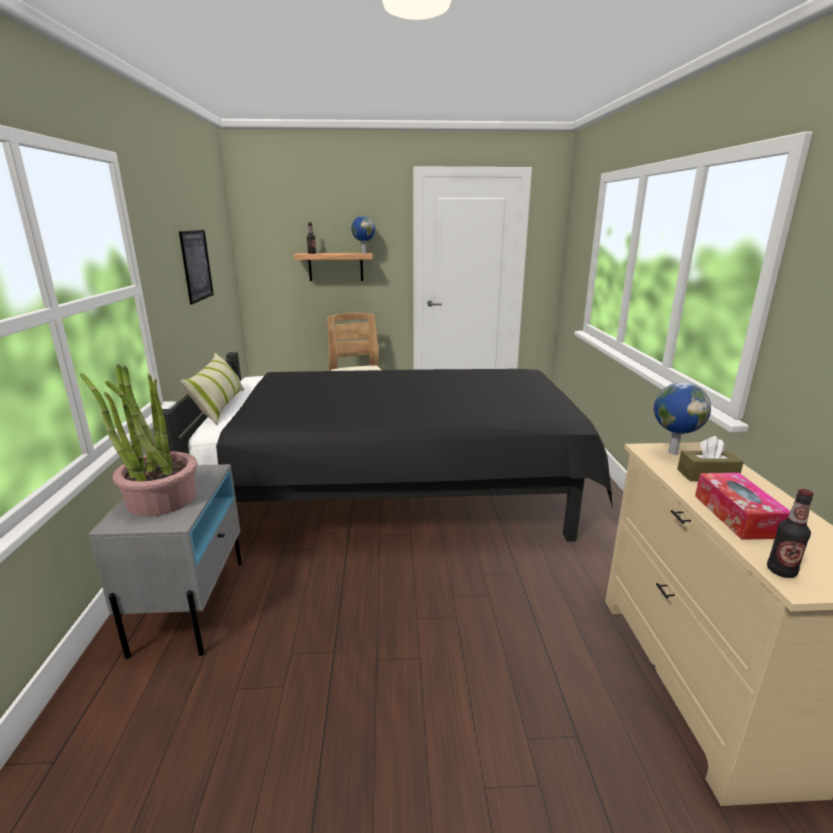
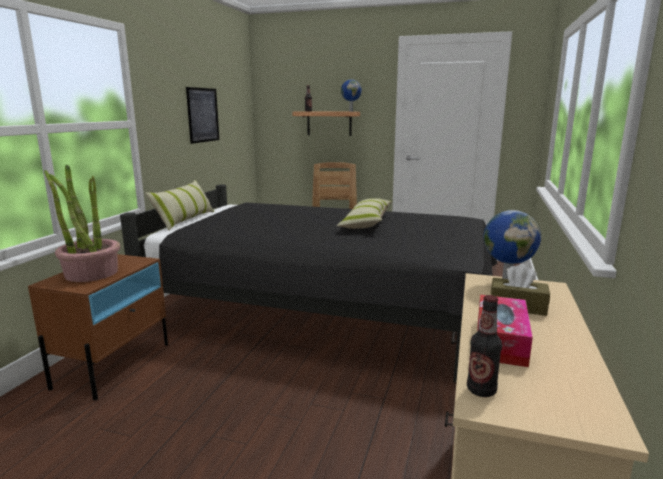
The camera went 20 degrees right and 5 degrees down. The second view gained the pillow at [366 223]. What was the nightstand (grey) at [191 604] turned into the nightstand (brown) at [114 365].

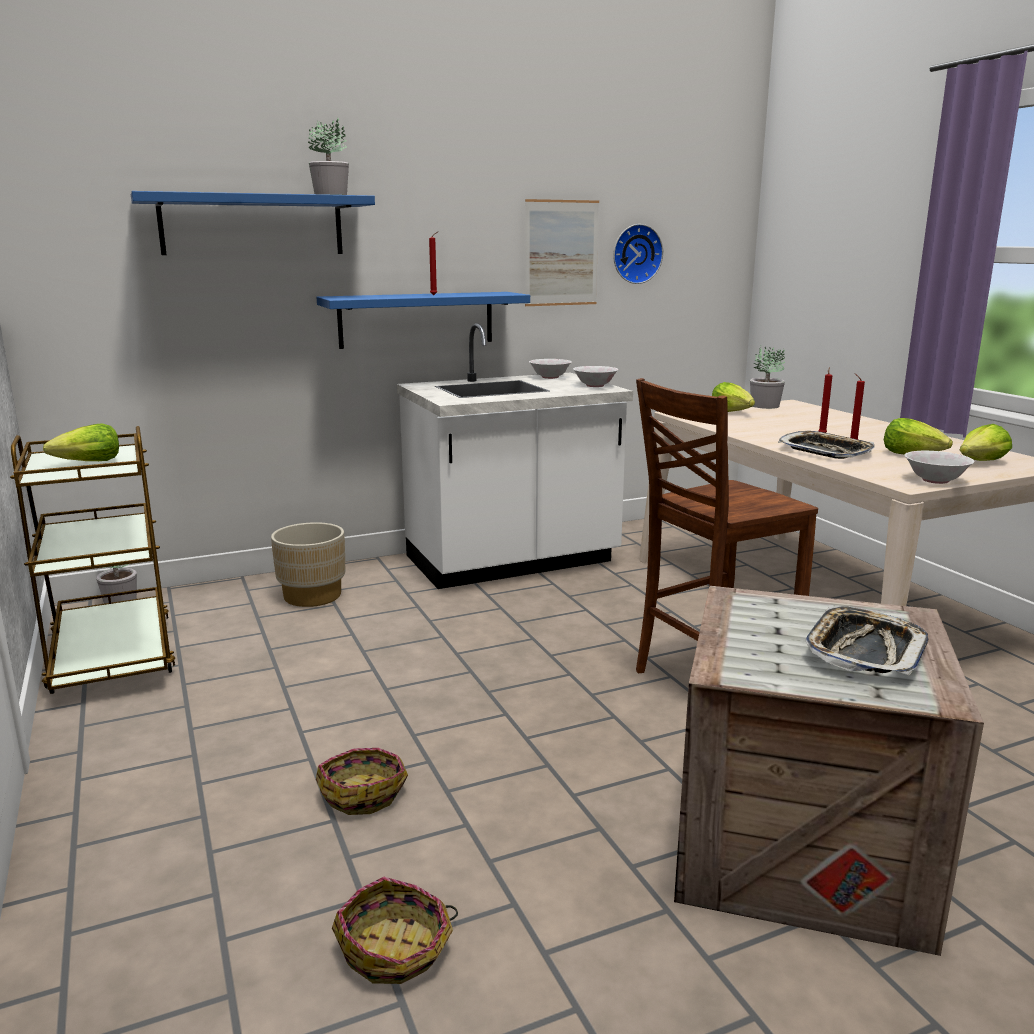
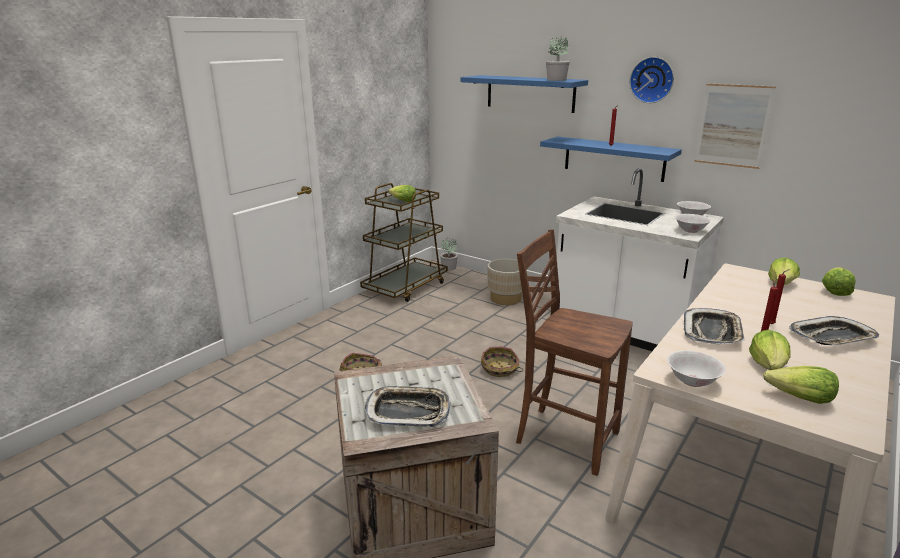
The camera went 60 degrees right and 5 degrees up. The second view gained the tray at [832 337]. The basket ended up elsewhere, having gone from [396 948] to [500 369]. The wall clock ended up elsewhere, having gone from [635 254] to [652 80]. Where the potted plant stood at [765 406], the lettuce came to stand at [835 291].

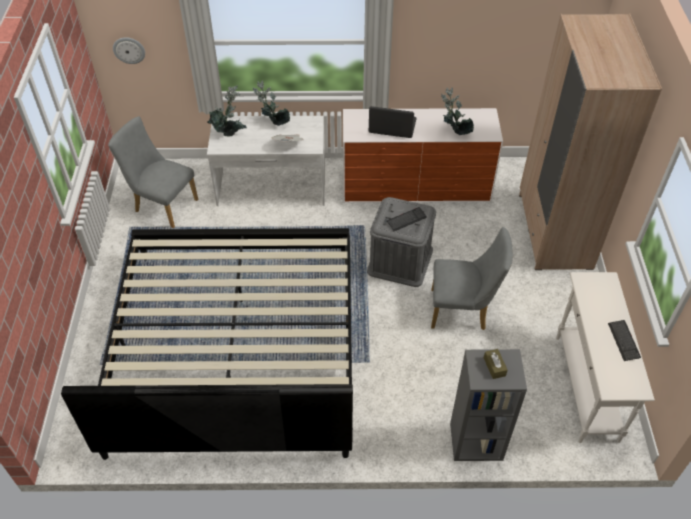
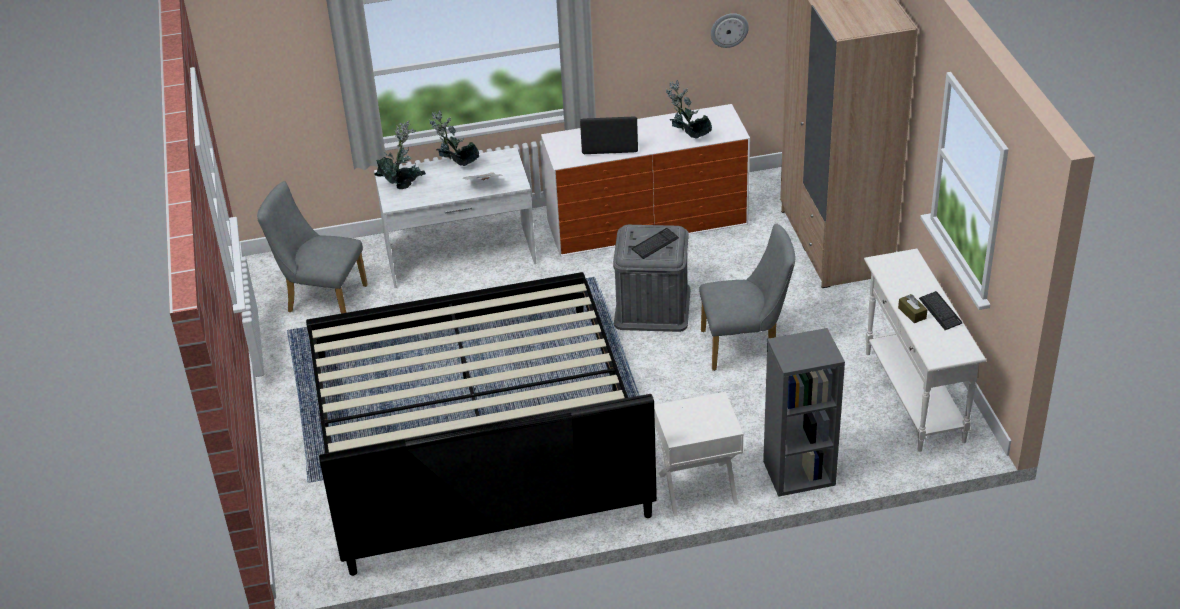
The camera went 10 degrees left and 10 degrees down. The second view gained the nightstand (white) at [698 489]. The wall clock ended up elsewhere, having gone from [129 50] to [729 29]. The tissue box (brown) ended up elsewhere, having gone from [494 367] to [912 313].

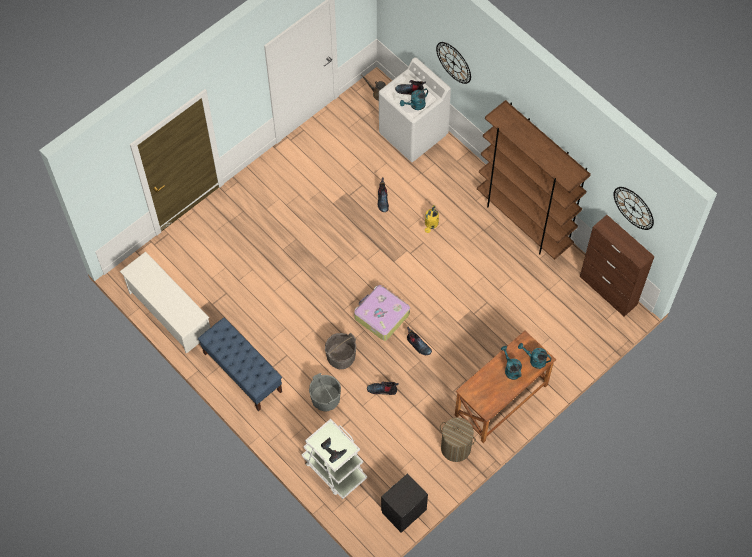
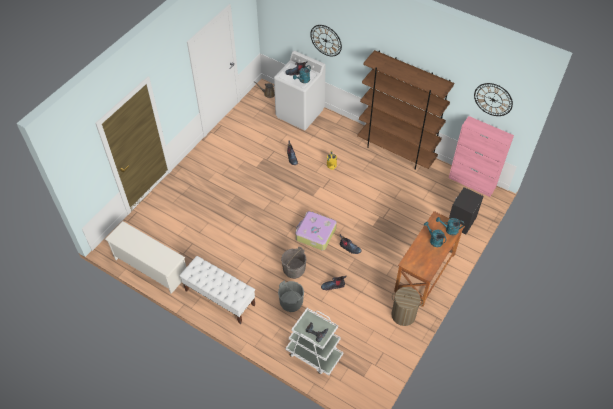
The camera went 15 degrees left and 10 degrees down. The nightstand (black) ended up elsewhere, having gone from [404 511] to [461 221]. What was the bench (blue) at [242 372] turned into the bench (white) at [219 297]. What was the cabinet (brown) at [608 291] turned into the cabinet (pink) at [472 183].

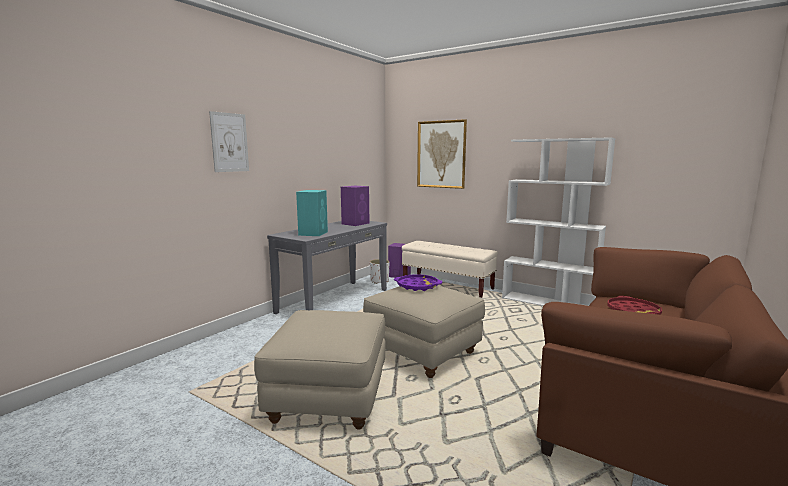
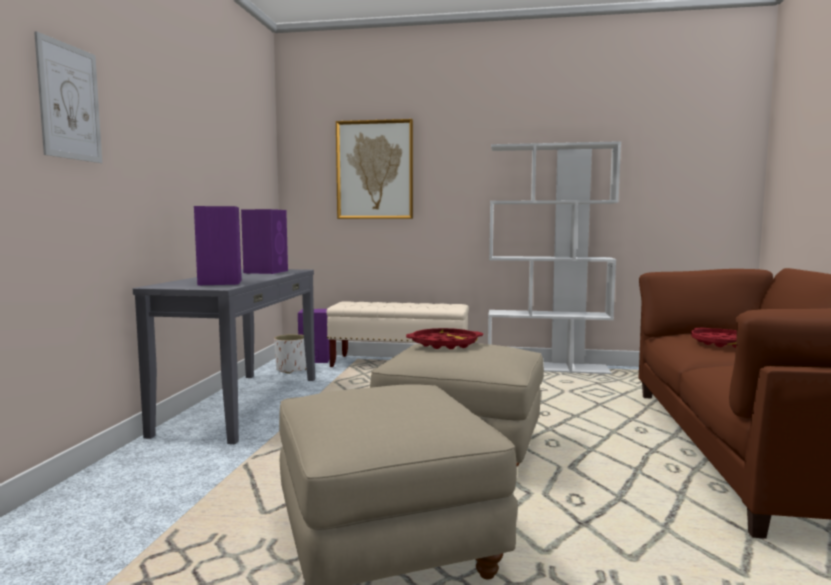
The camera went 25 degrees left and 5 degrees down. What was the speaker (turquoise) at [313 233] turned into the speaker (purple) at [220 282]. What was the tray (purple) at [417 286] turned into the tray (red) at [444 344].

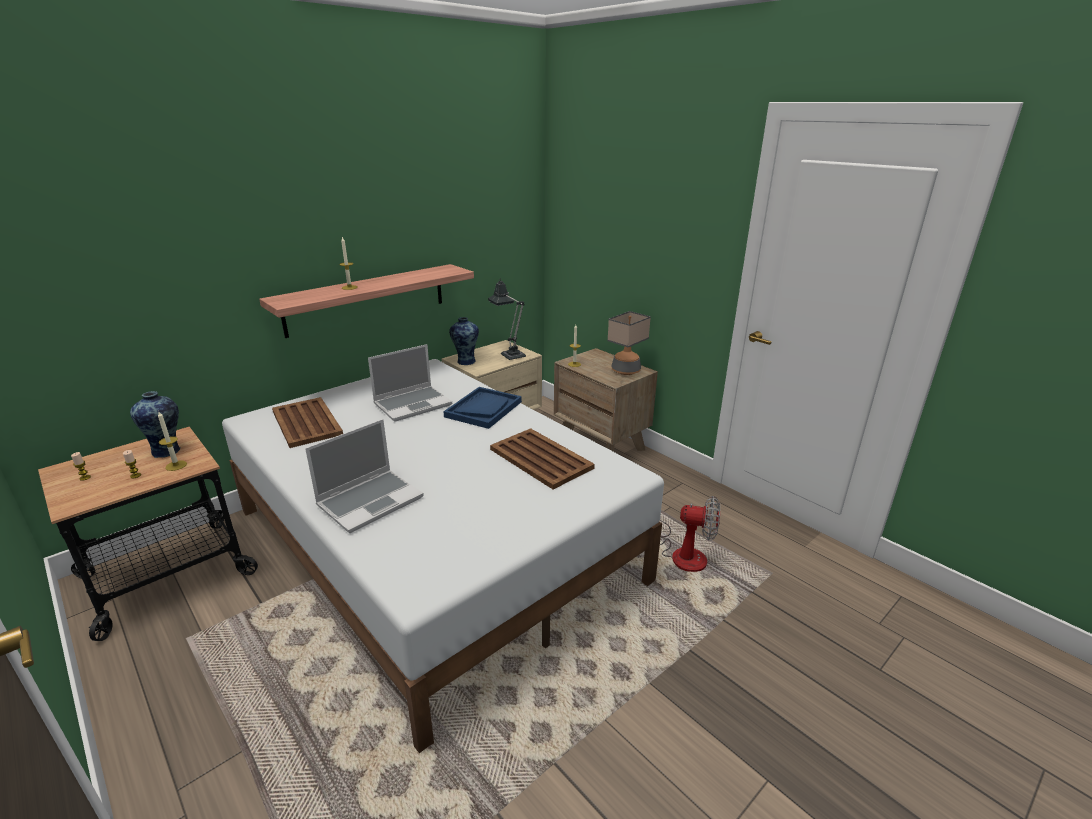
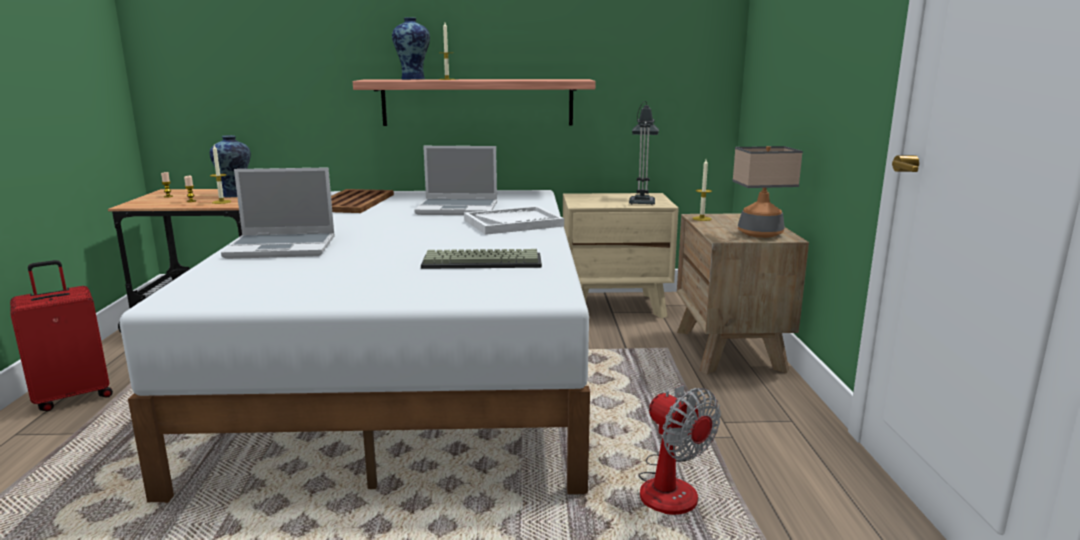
The camera went 40 degrees right and 10 degrees down. The second view gained the suitcase (red) at [73 396]. The vase ended up elsewhere, having gone from [465 361] to [413 79]. Where the tray (brown) stood at [540 458], the keyboard came to stand at [483 261]. What was the tray (blue) at [483 409] turned into the tray (white) at [513 223].

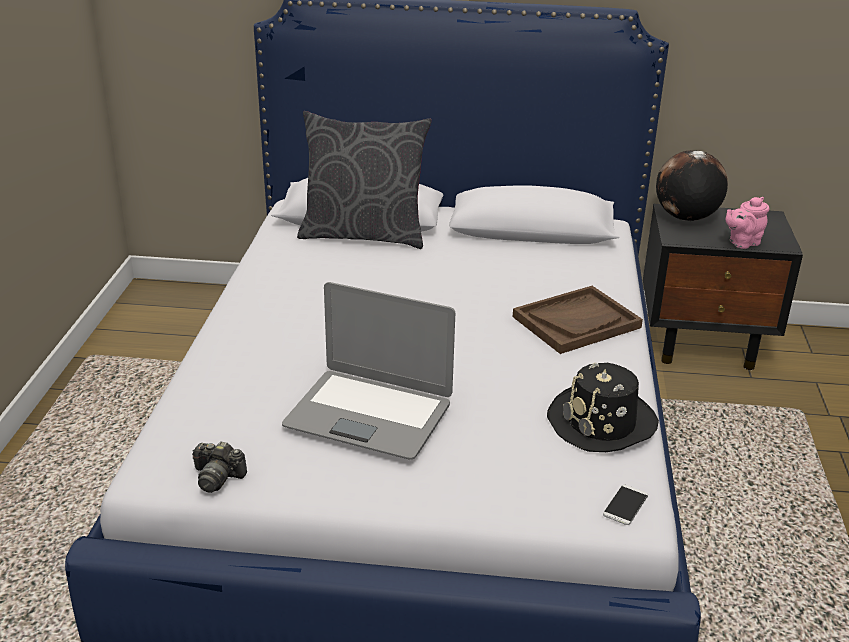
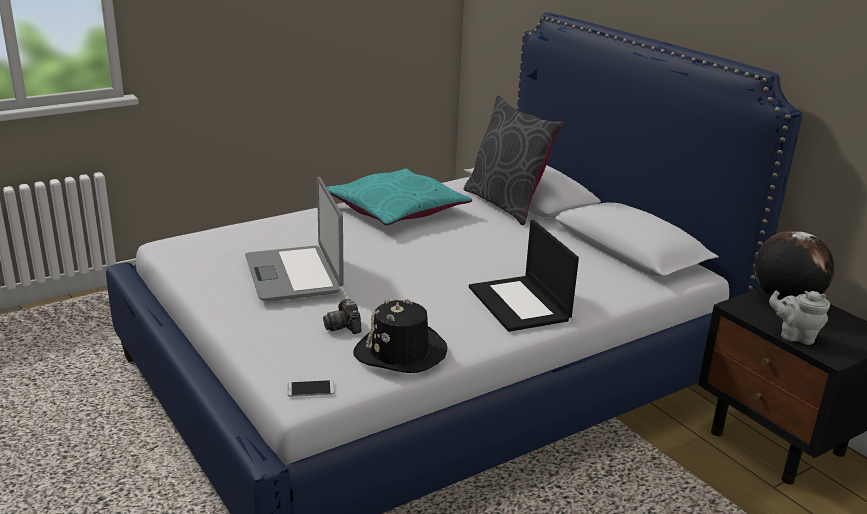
The camera went 50 degrees right and 5 degrees down. The second view gained the pillow (turquoise) at [396 210]. The photo camera ended up elsewhere, having gone from [217 477] to [344 326]. Where the tray (brown) stood at [576 322], the laptop came to stand at [520 304]. What was the teapot (pink) at [742 243] turned into the teapot (grey) at [795 336].

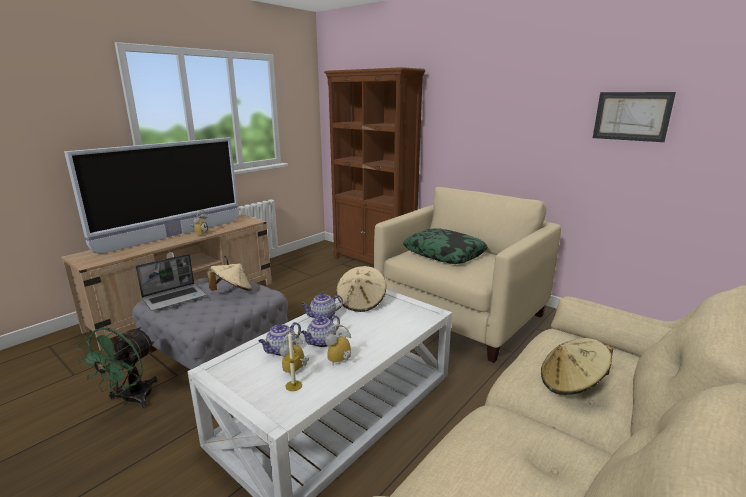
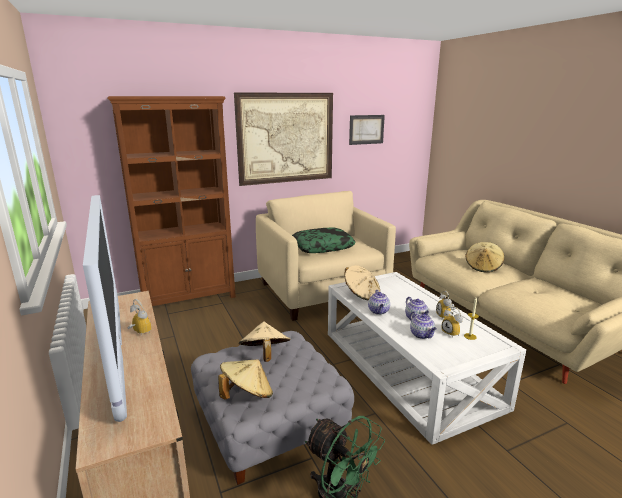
The camera went 65 degrees left and 0 degrees up. The second view gained the picture at [286 138]. Where the laptop stood at [175 298], the hat (beige) came to stand at [247 395].

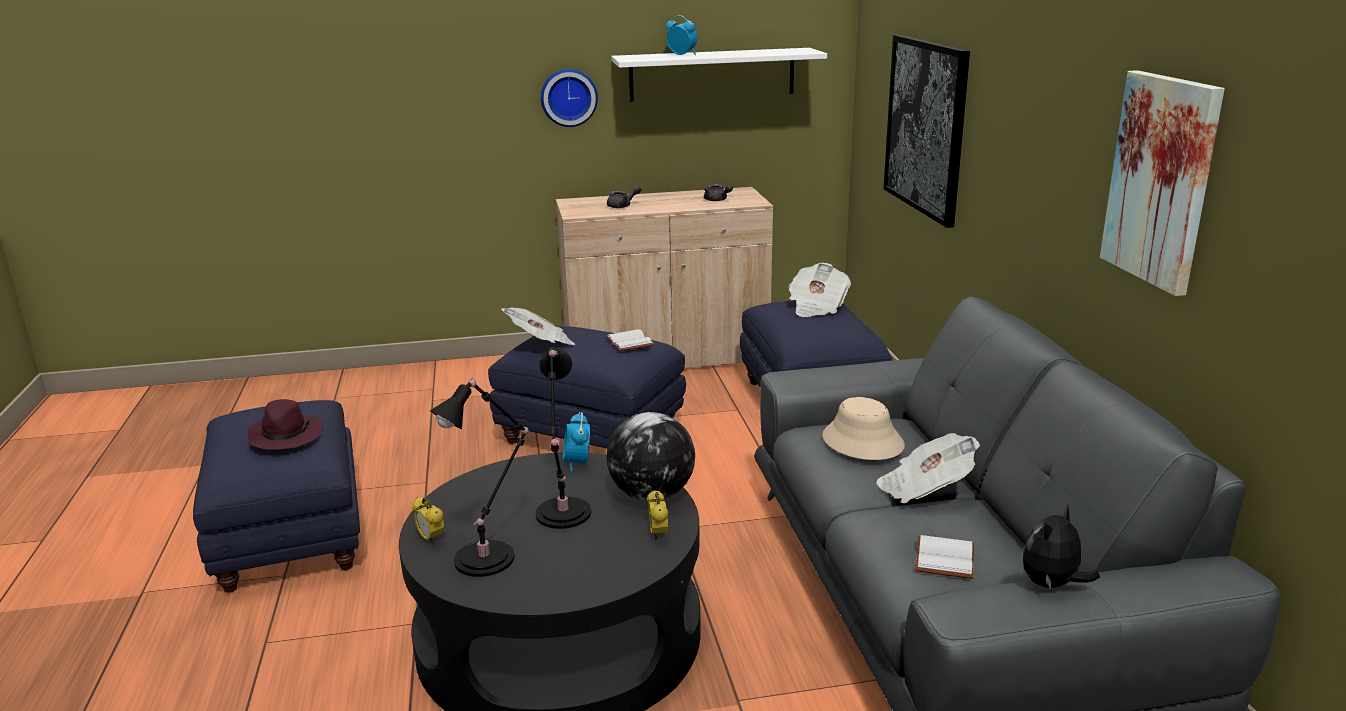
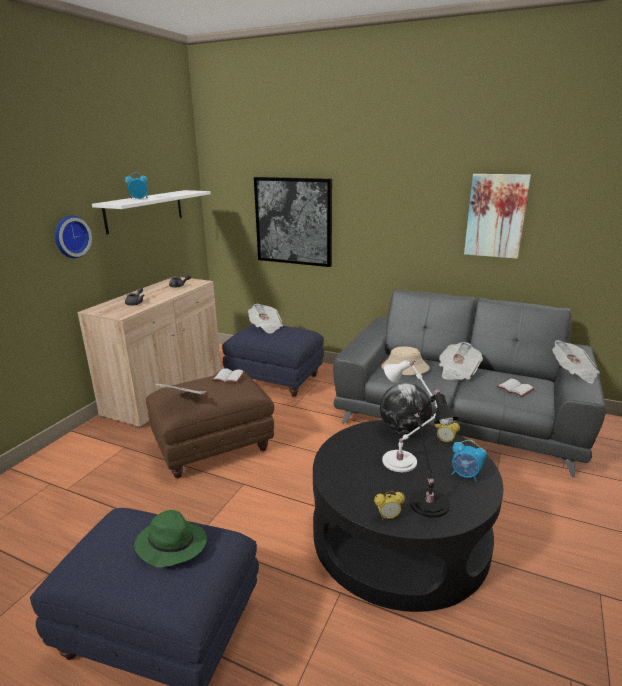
The camera went 55 degrees left and 0 degrees up. The alarm clock ended up elsewhere, having gone from [577 463] to [465 475]. Where the plush toy stood at [1051 585], the newspaper came to stand at [573 373]. What was the hat (purple) at [285 437] turned into the hat (green) at [170 544]. What was the ottoman (blue) at [593 437] turned into the ottoman (brown) at [214 447]. What was the table lamp (black) at [562 516] turned into the table lamp (white) at [402 462].

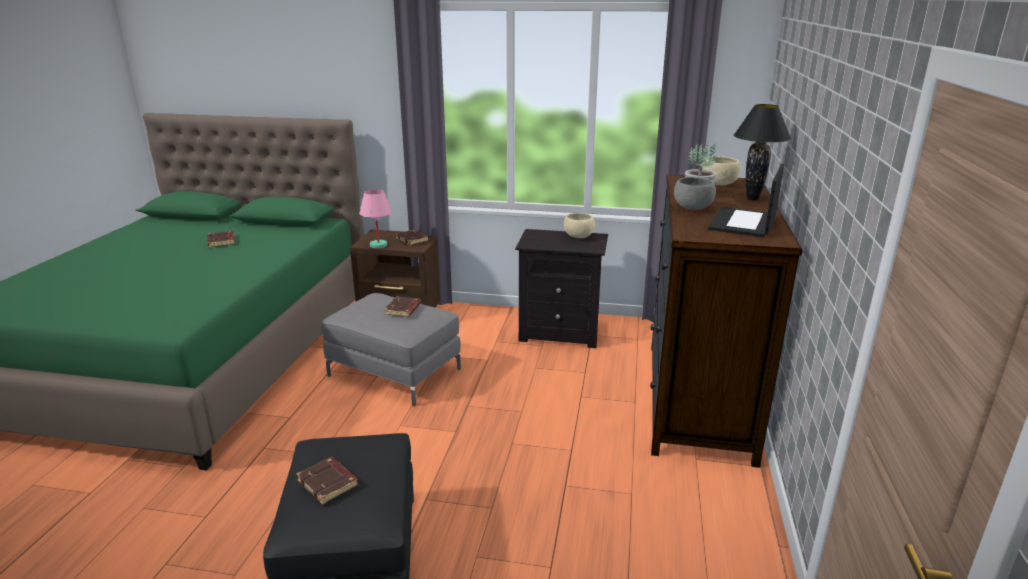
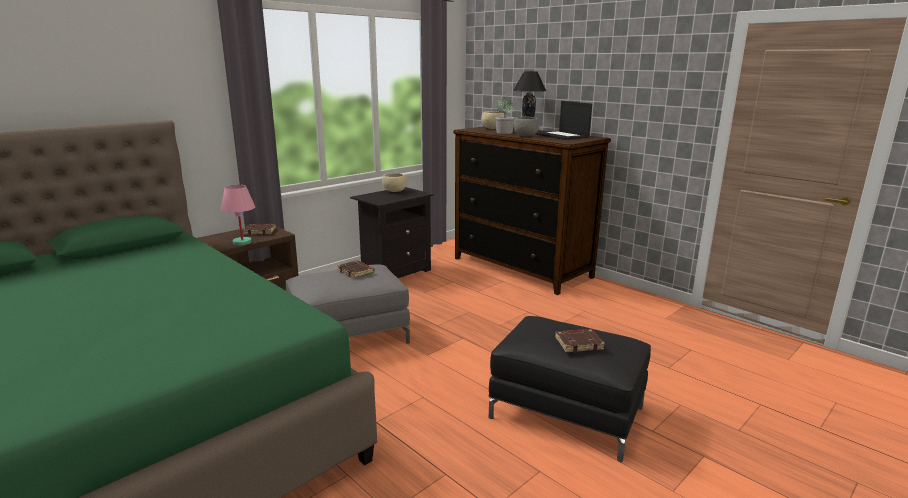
The camera went 55 degrees left and 5 degrees down. The second view lost the book (brown) at [222 242].

